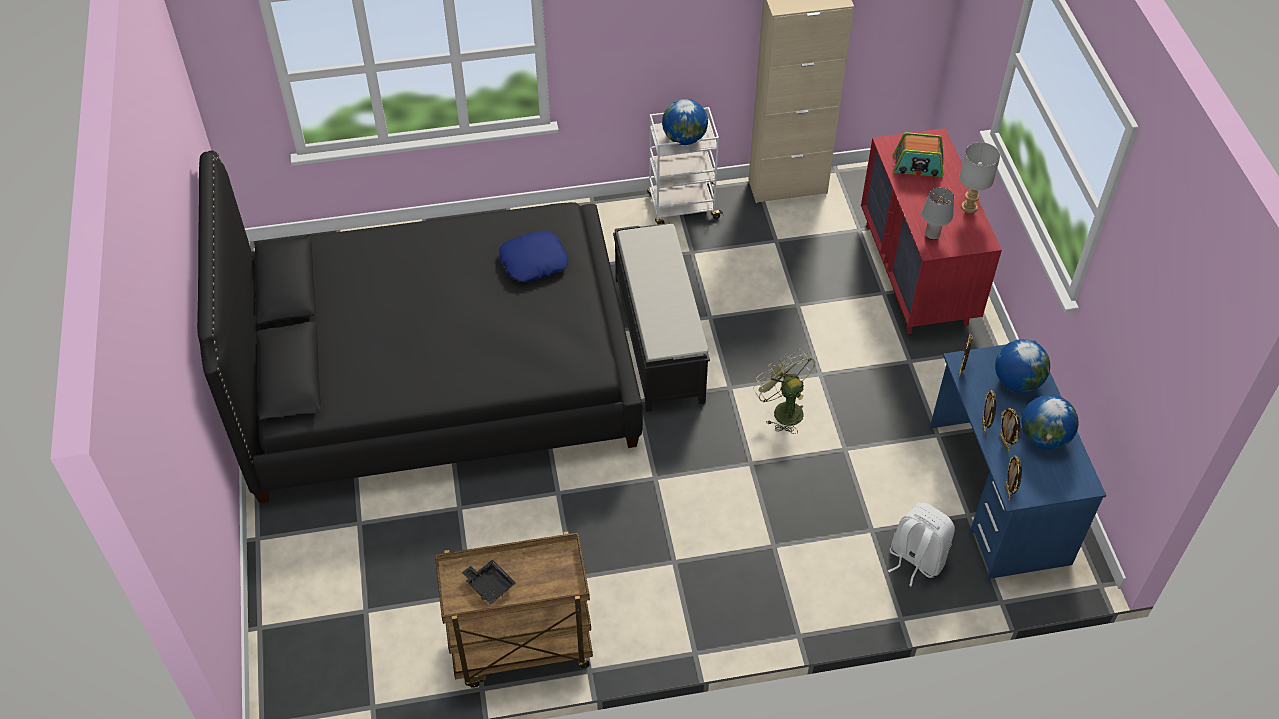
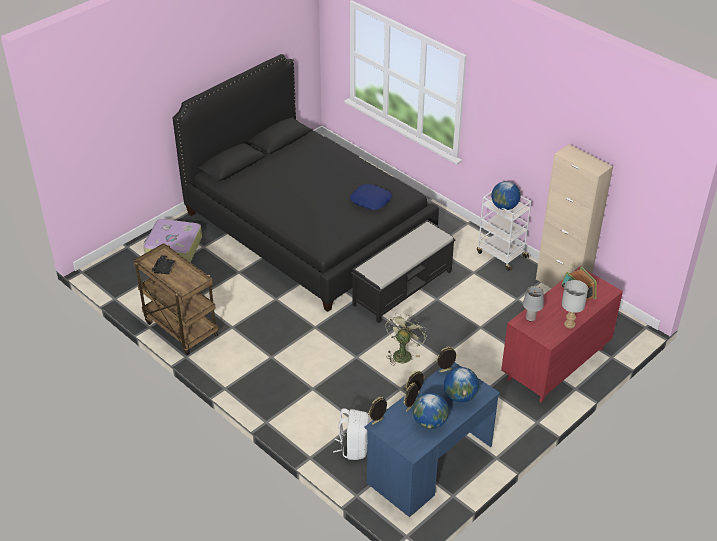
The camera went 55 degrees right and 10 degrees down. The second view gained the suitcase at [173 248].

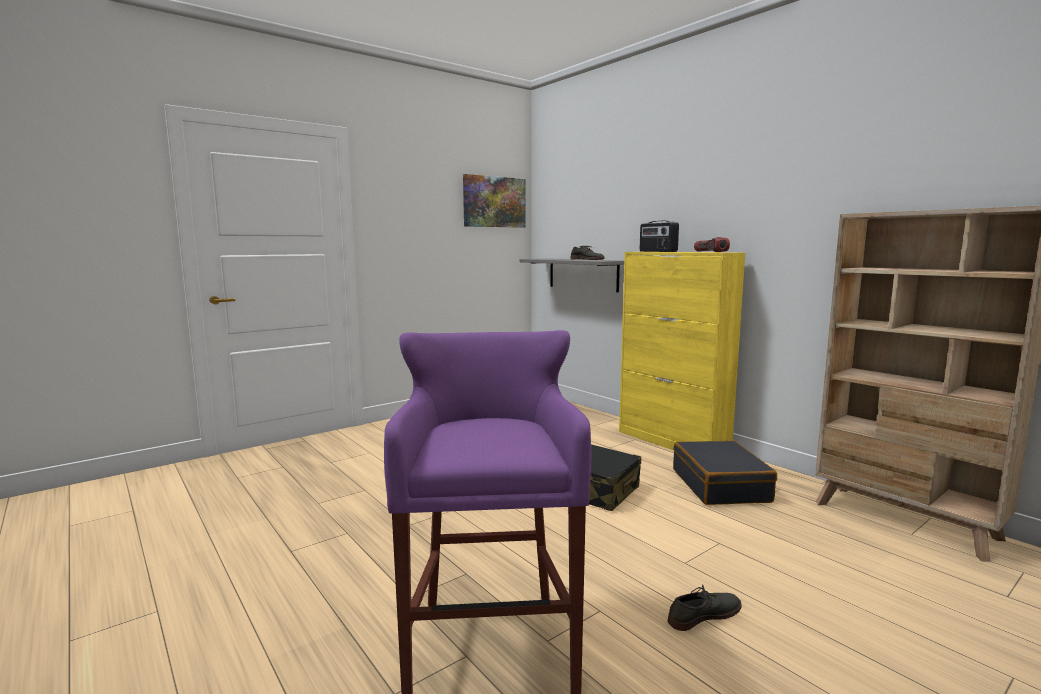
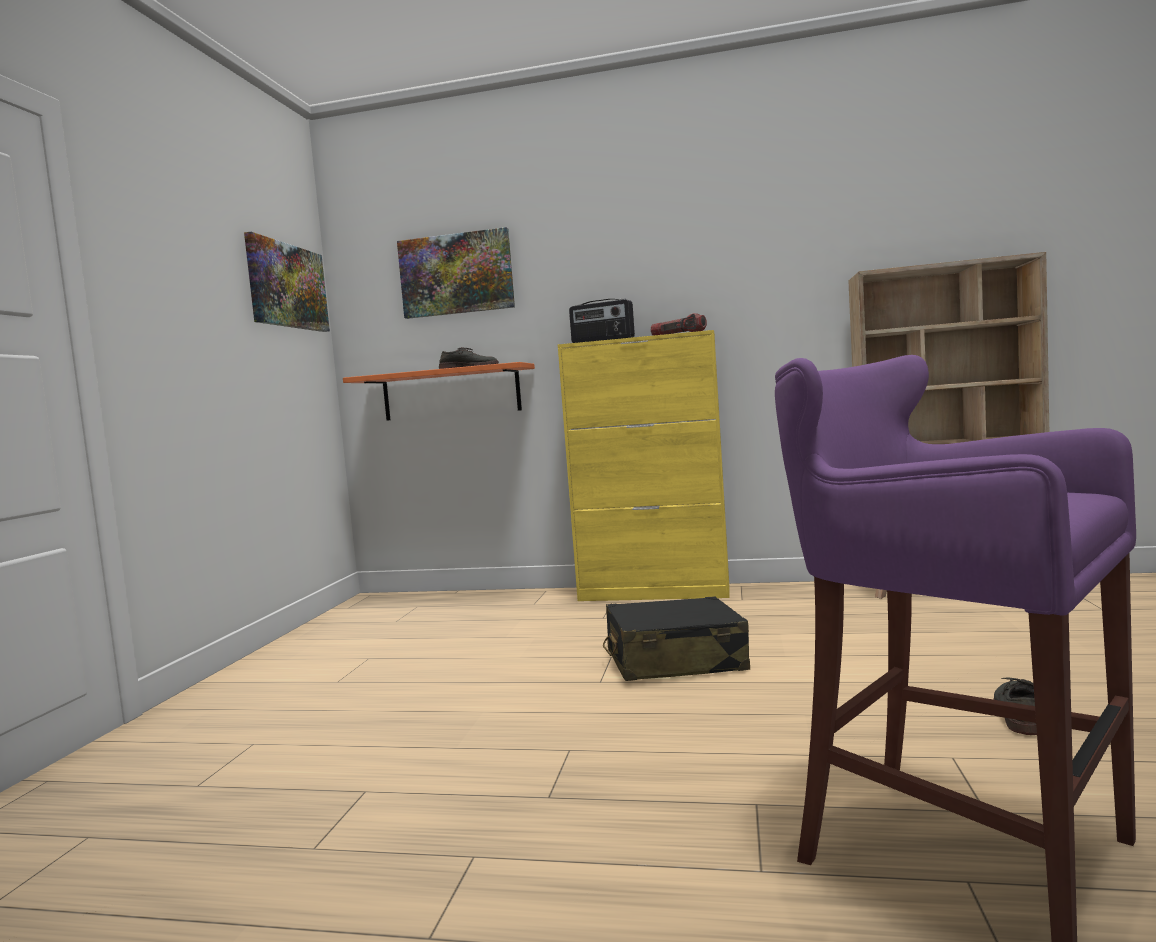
The camera went 40 degrees left and 5 degrees down. The second view lost the suitcase (black) at [720 485]. The second view gained the picture at [456 274]. What was the shelf (grey) at [583 274] turned into the shelf (orange) at [451 393].

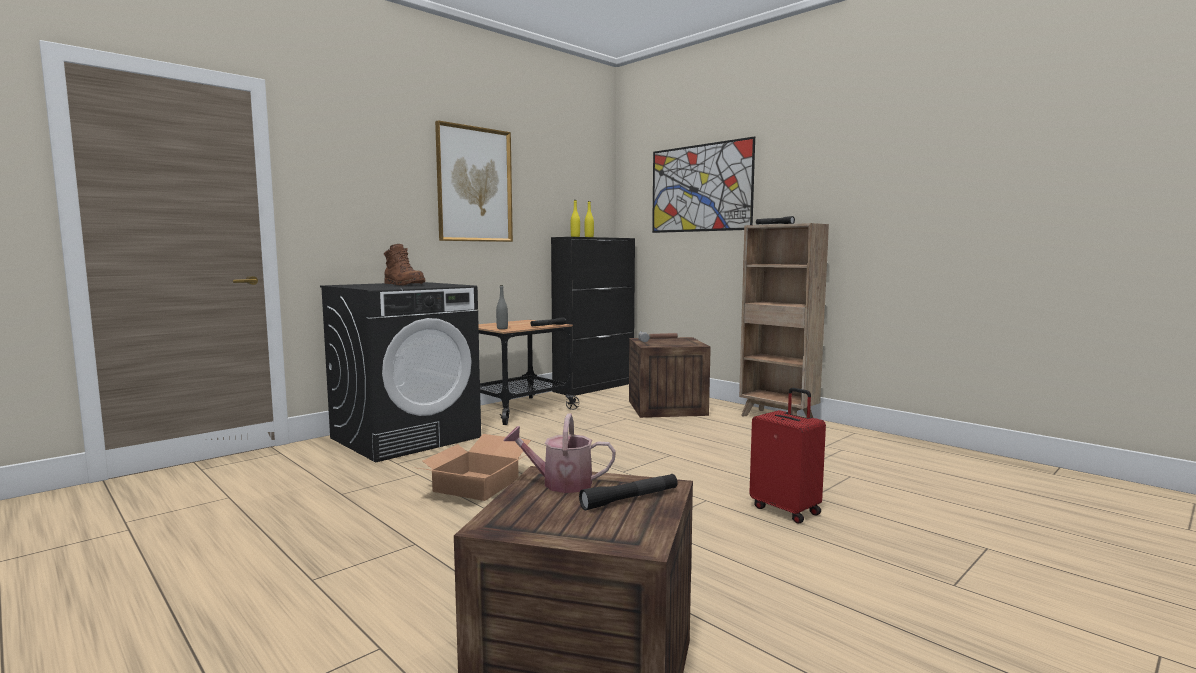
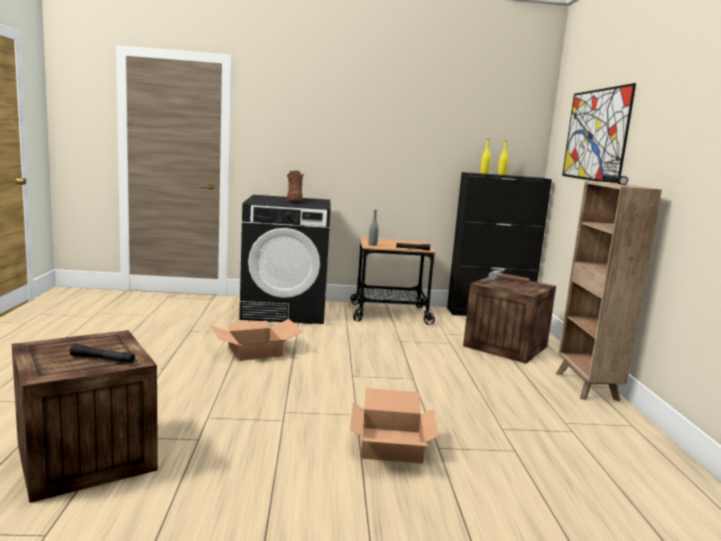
The camera went 40 degrees right and 5 degrees up. The second view lost the picture at [474 184]. The second view lost the watering can at [560 483]. Where the suitcase (red) stood at [786 510], the cardboard box came to stand at [392 445].

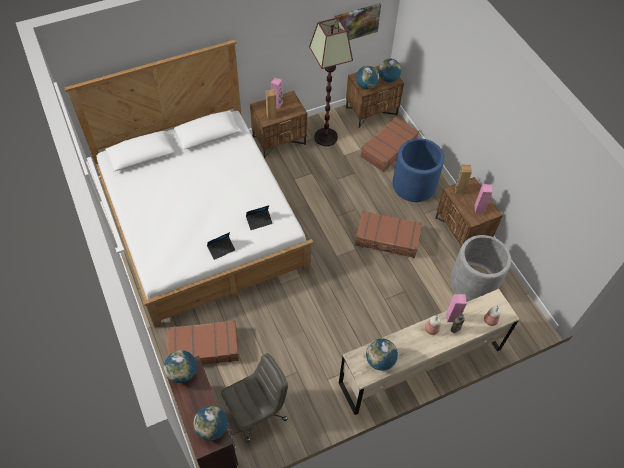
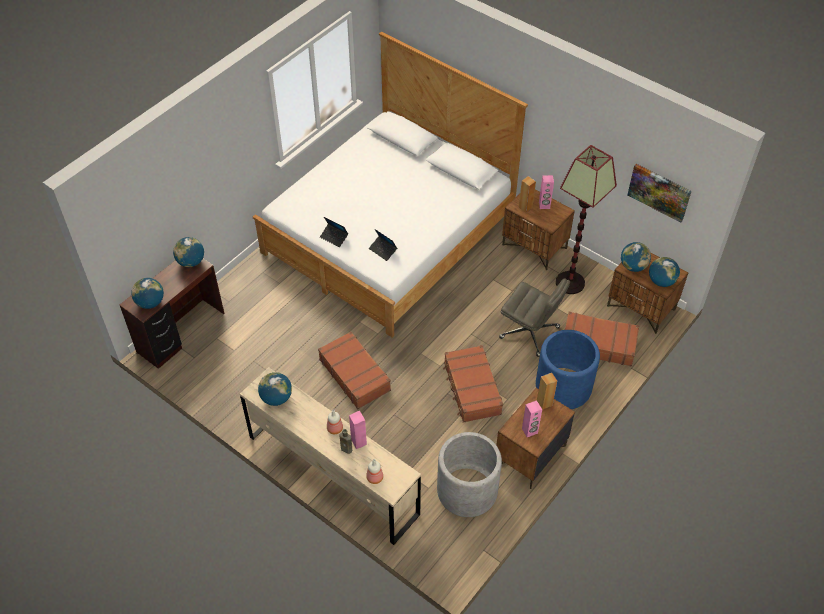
The camera went 65 degrees right and 5 degrees down. The suitcase (brown) ended up elsewhere, having gone from [204 347] to [355 374]. The office chair (grey) ended up elsewhere, having gone from [257 411] to [530 332].

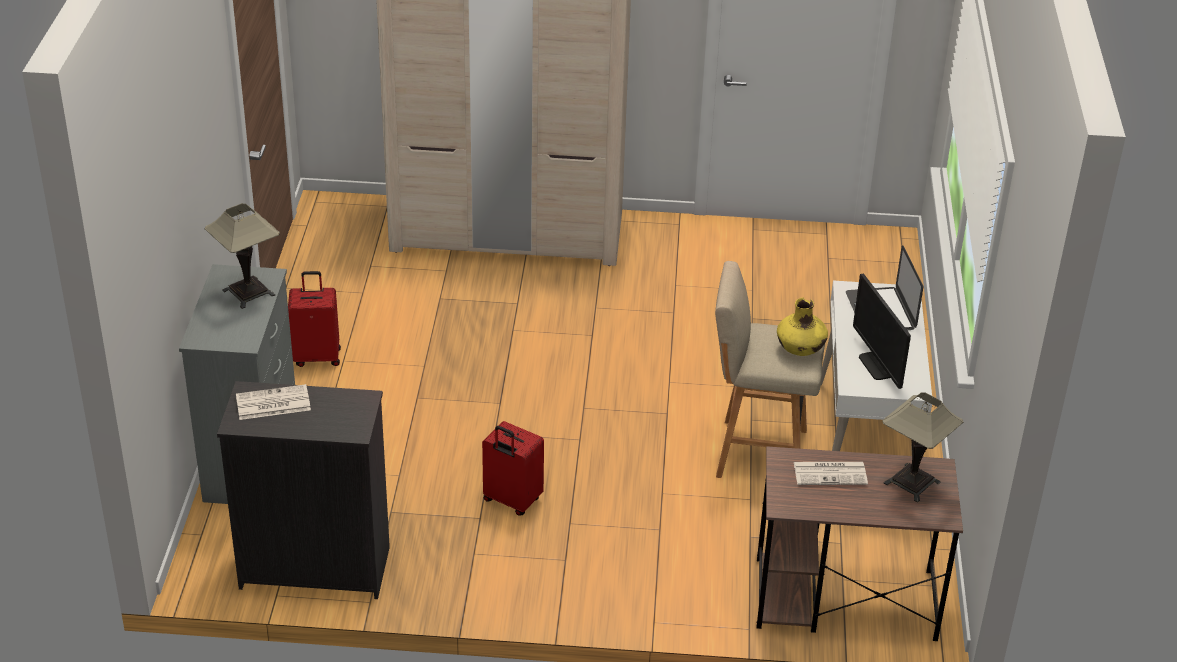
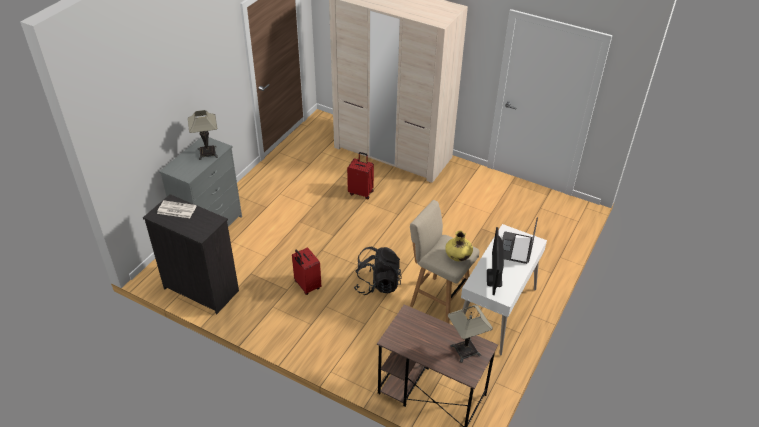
The camera went 25 degrees right and 5 degrees up. The second view lost the newspaper at [831 473]. The second view gained the backpack (black) at [377 284]. The suitcase (red) ended up elsewhere, having gone from [317 356] to [361 192].

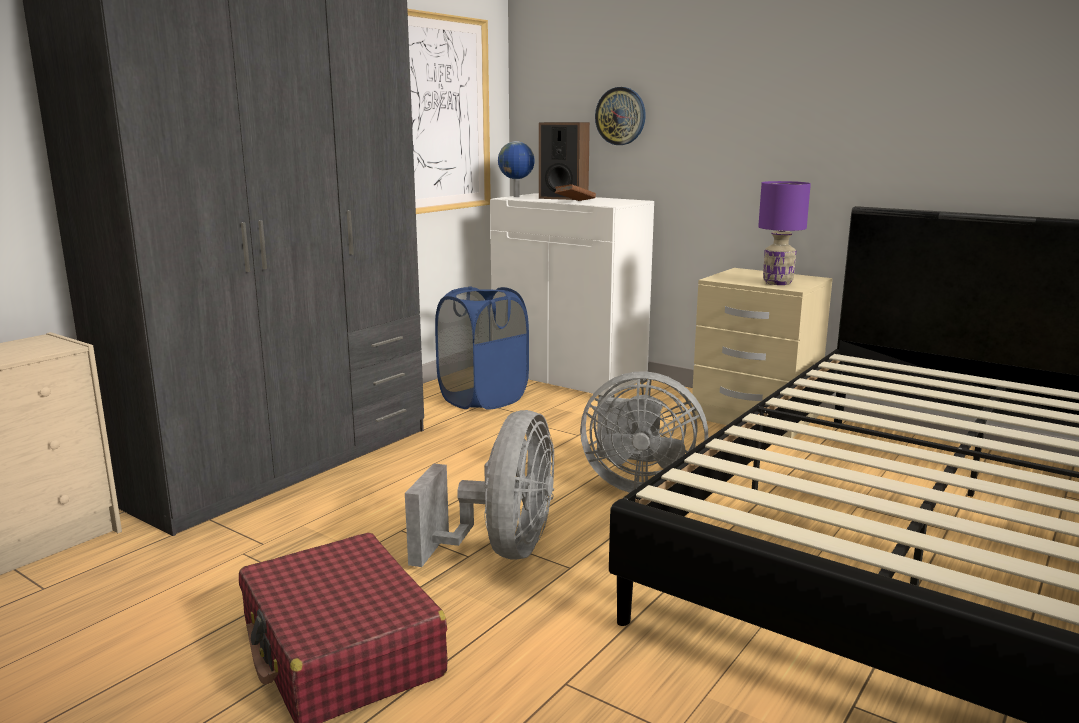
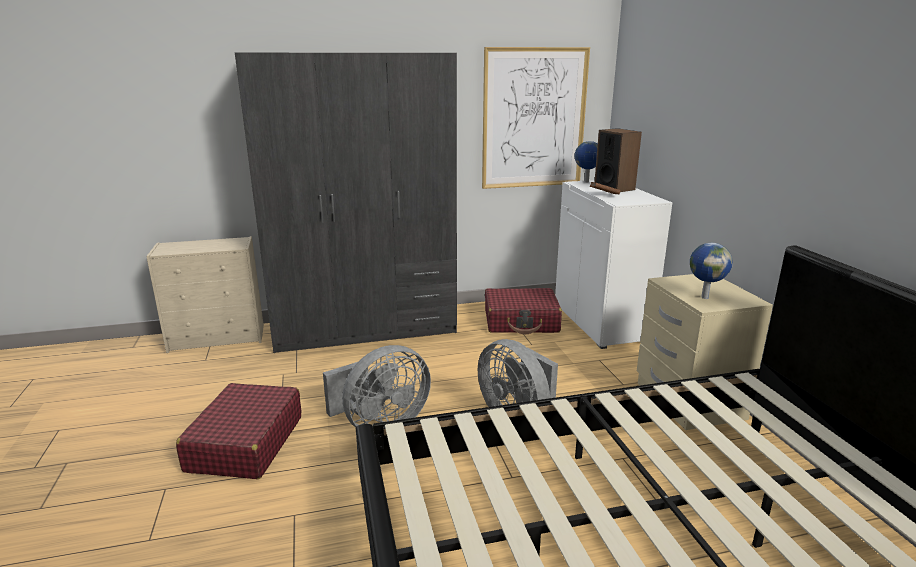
The camera went 40 degrees right and 5 degrees up. The second view lost the wall clock at [620 116]. Where the laundry basket (blue) stood at [483 399], the suitcase (red) came to stand at [521 321]. Where the table lamp (purple) stood at [777 283], the globe came to stand at [704 297].

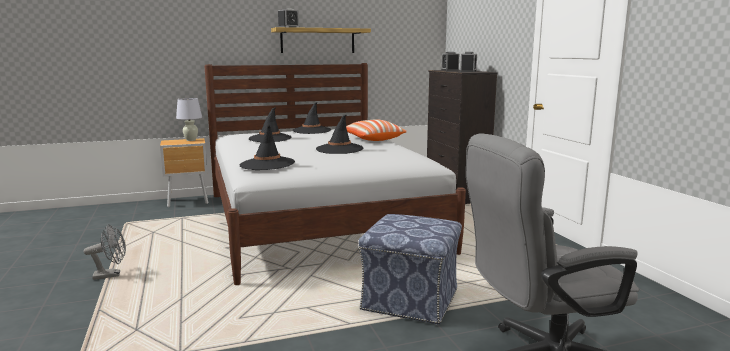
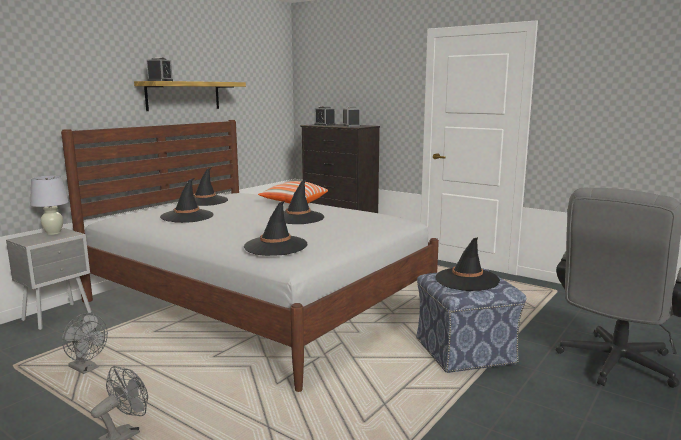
The camera went 35 degrees left and 0 degrees up. The second view gained the fan (grey) at [87 369]. The second view gained the hat (black) at [467 280]. What was the nightstand (brown) at [189 202] turned into the nightstand (grey) at [59 316].

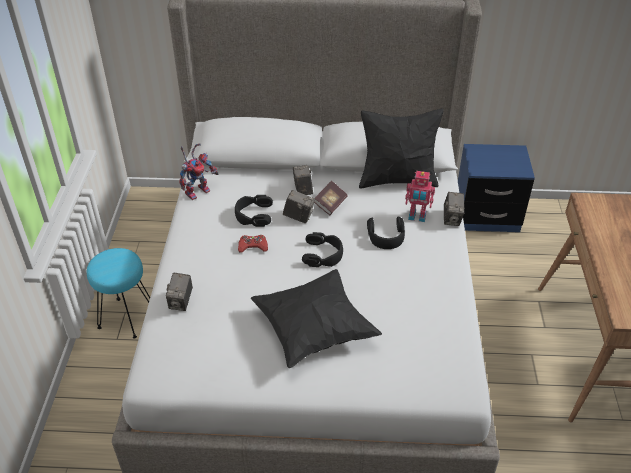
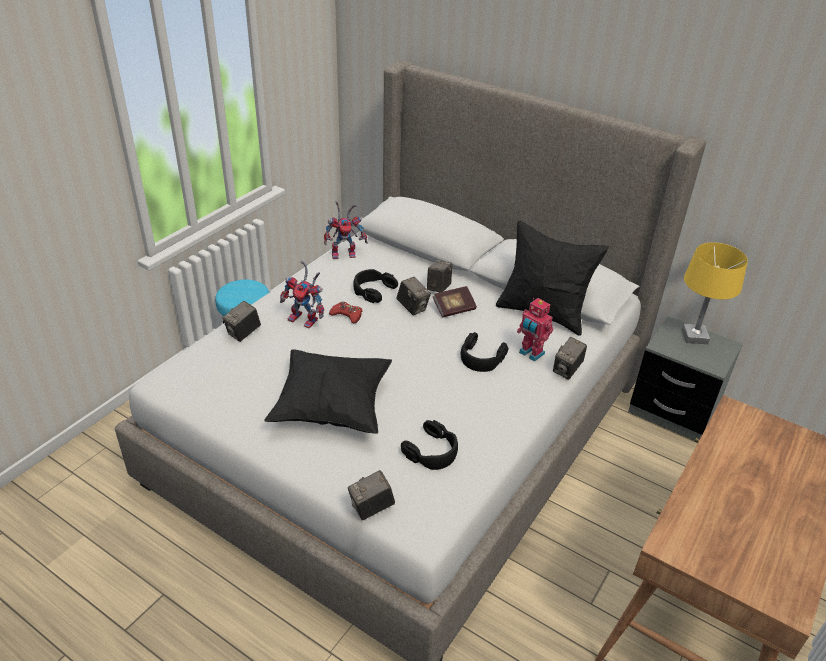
The camera went 30 degrees right and 5 degrees down. The second view gained the toy robot at [306 320]. The second view gained the photo camera at [371 508]. The second view gained the table lamp (yellow) at [694 337]. The headphones (black) ended up elsewhere, having gone from [323 254] to [432 451]. What was the nightstand (blue) at [486 216] turned into the nightstand (grey) at [672 411].

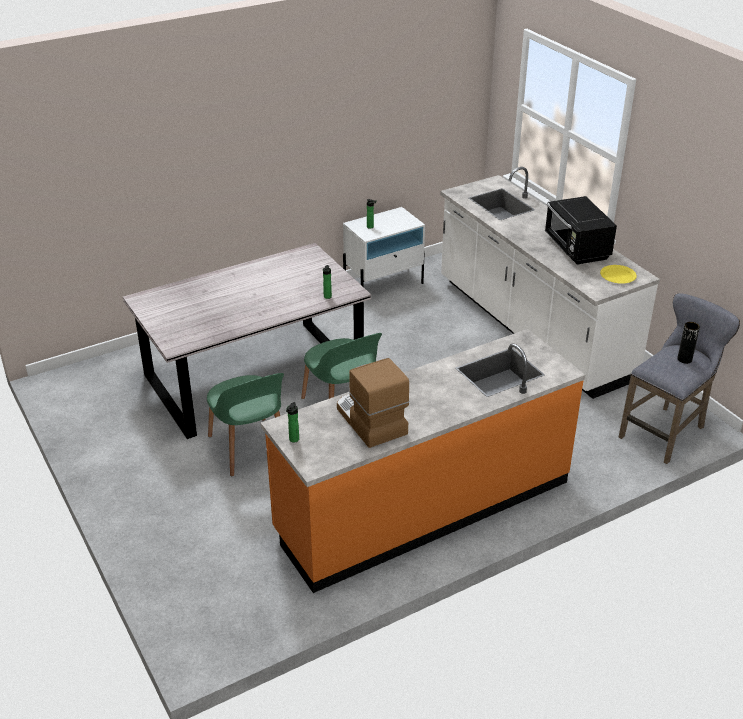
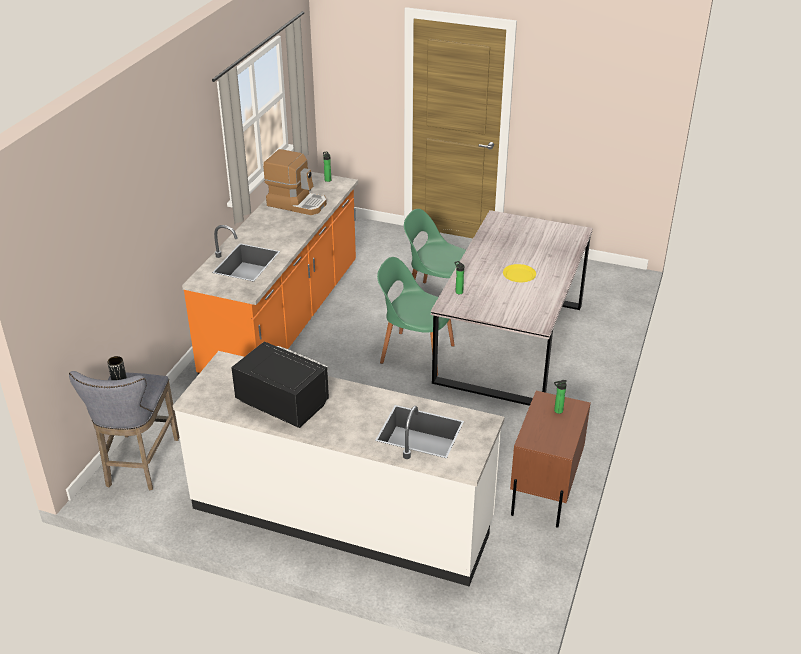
The camera went 140 degrees right and 0 degrees up. The plate (yellow) ended up elsewhere, having gone from [618 276] to [519 275]. What was the nightstand (white) at [384 284] turned into the nightstand (brown) at [544 489].

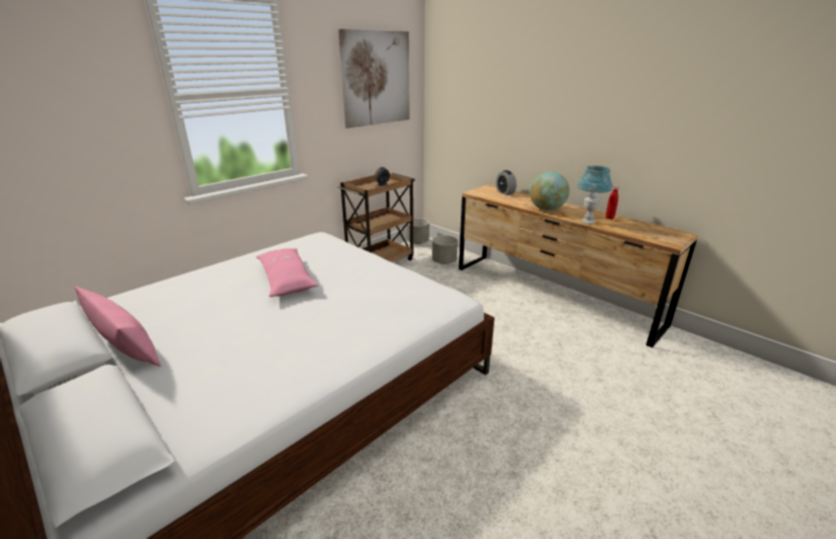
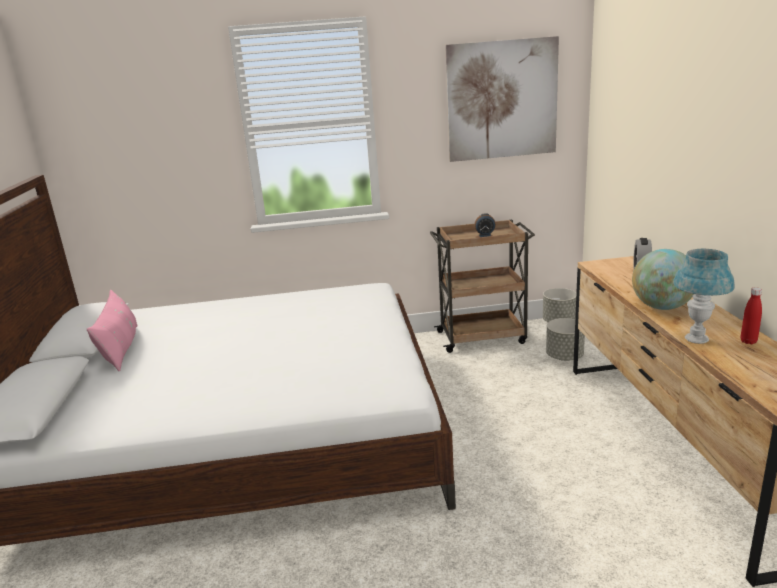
The camera went 40 degrees right and 5 degrees down. The second view lost the pillow (pink) at [286 280].

